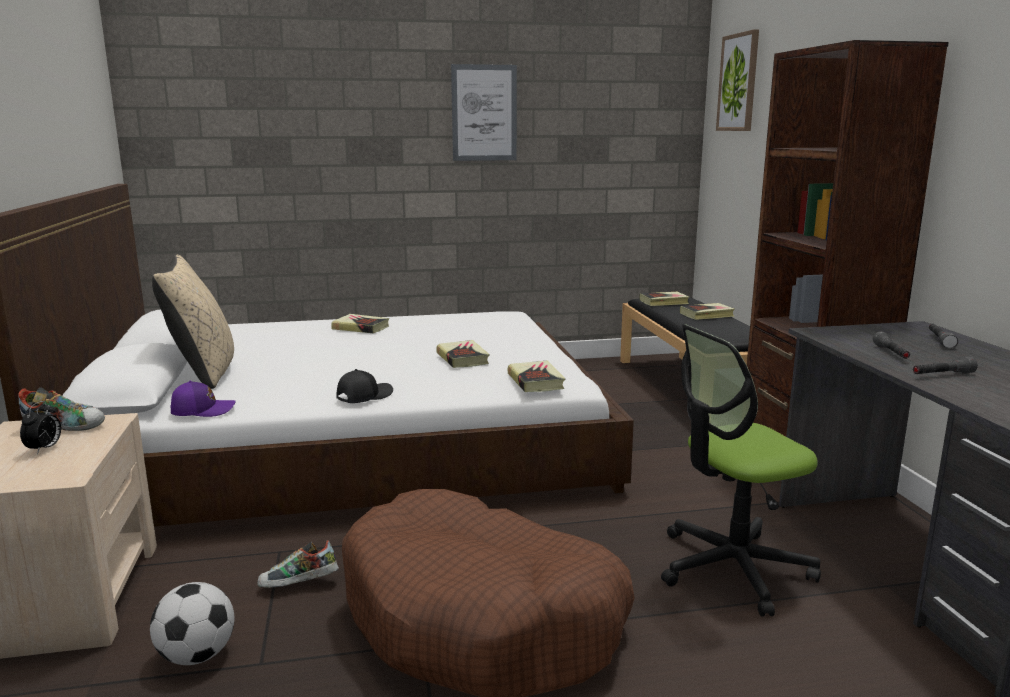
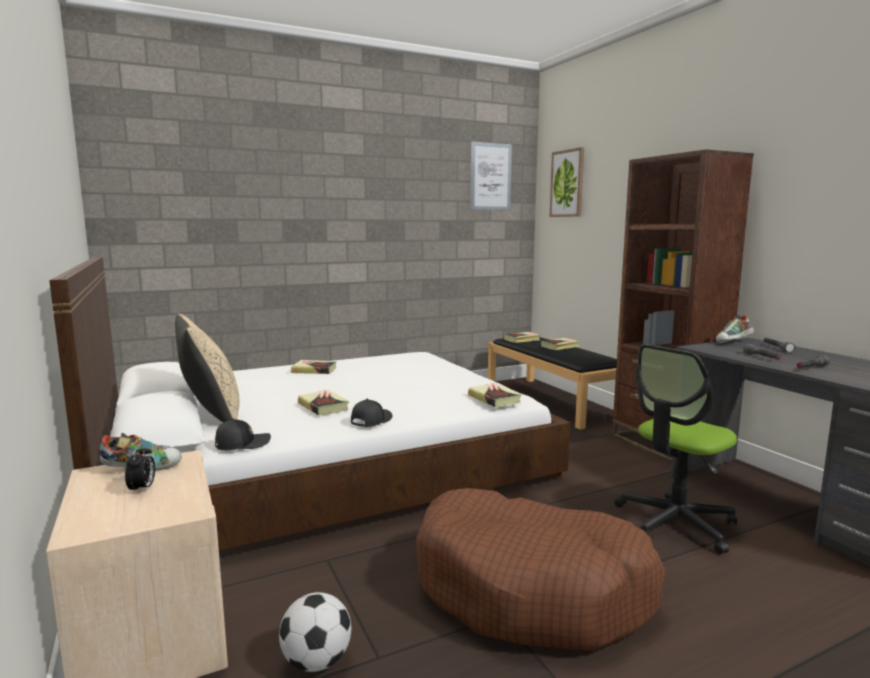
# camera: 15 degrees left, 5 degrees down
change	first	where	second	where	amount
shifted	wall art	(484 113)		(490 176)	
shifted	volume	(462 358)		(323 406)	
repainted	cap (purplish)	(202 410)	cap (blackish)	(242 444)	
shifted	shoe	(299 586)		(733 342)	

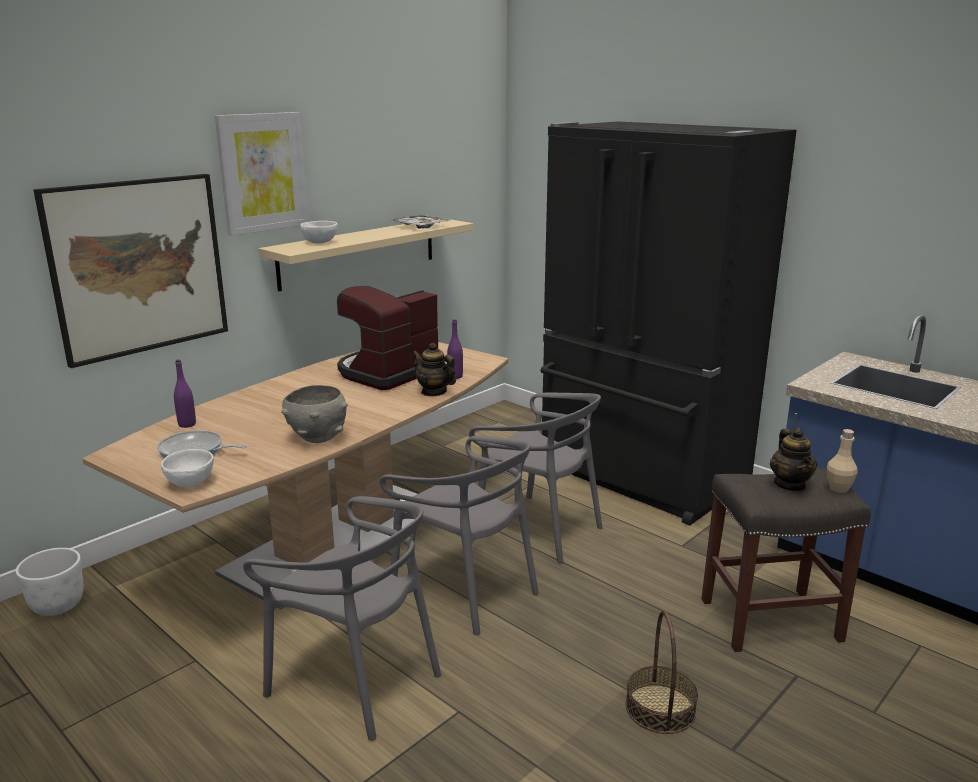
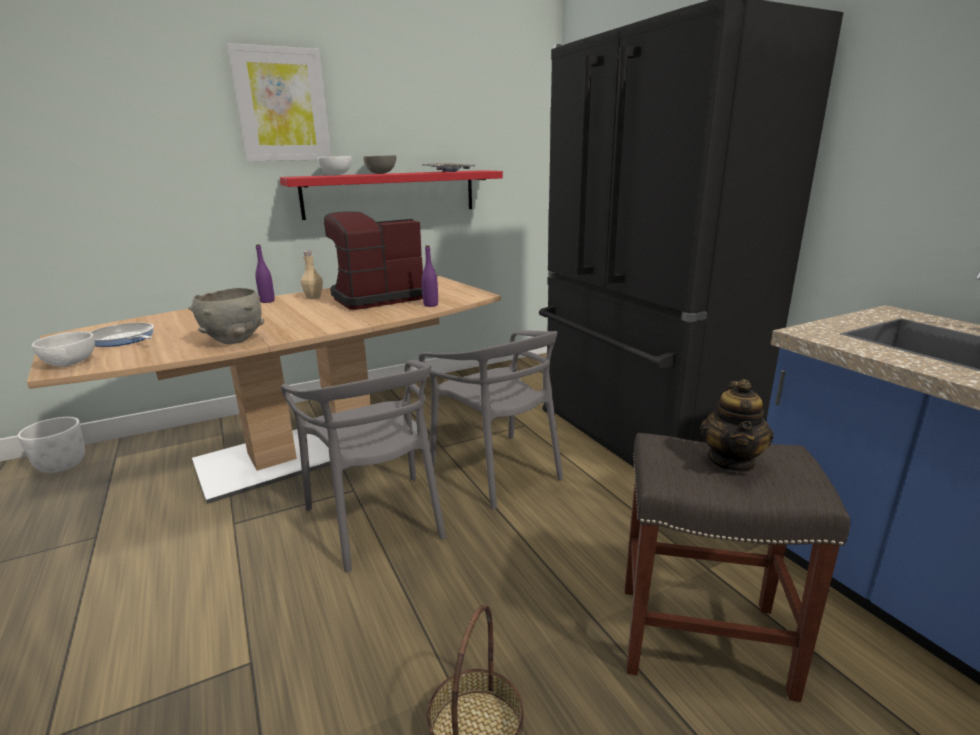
# camera: 20 degrees right, 0 degrees up
change	first	where	second	where	amount
gone	wall art	(138 266)			
repainted	shelf (beige)	(359 252)	shelf (red-coloured)	(390 194)	
gone	teapot	(434 392)			
shifted	drink bottle (purplish)	(187 424)		(267 301)	
shifted	drink bottle (beige)	(838 488)		(313 297)	
gone	upright chair (greyish)	(355 680)			
new			serving bowl (greyish)	(381 173)	

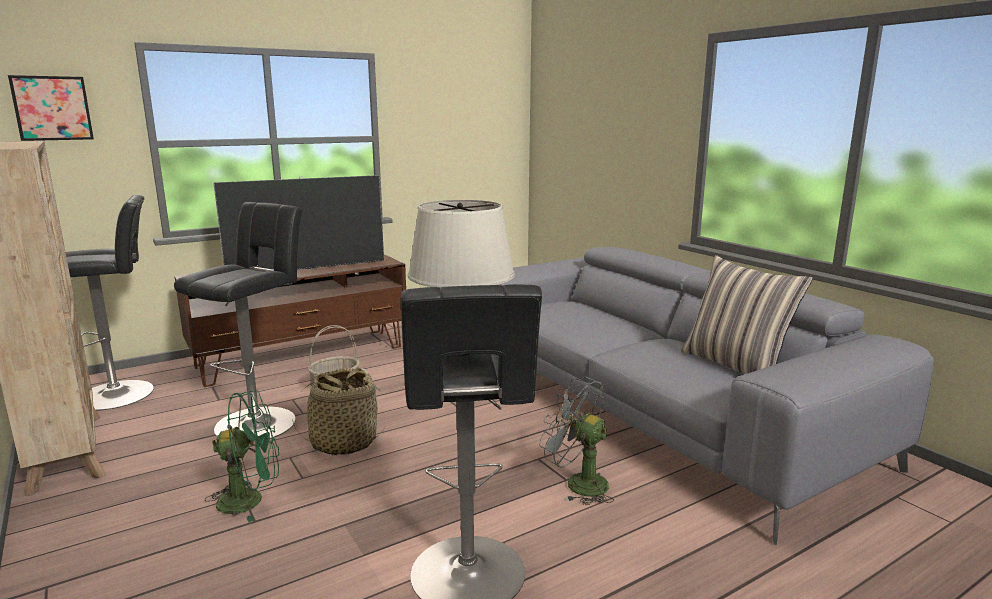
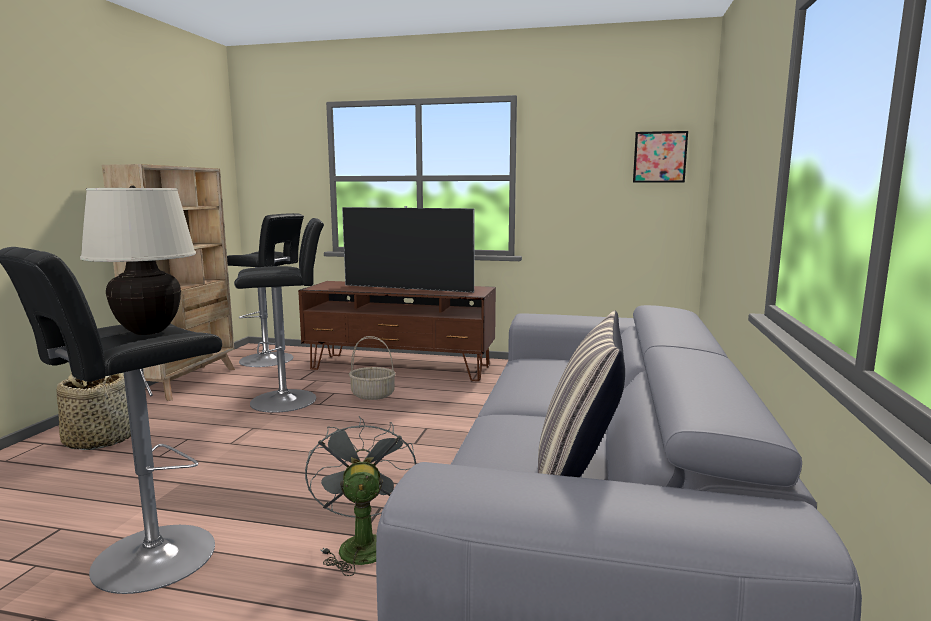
# camera: 45 degrees right, 5 degrees down
change	first	where	second	where	amount
shifted	wall art	(52 108)		(659 157)	
shifted	storage basket	(343 442)		(99 440)	
gone	electric fan (green)	(251 499)			

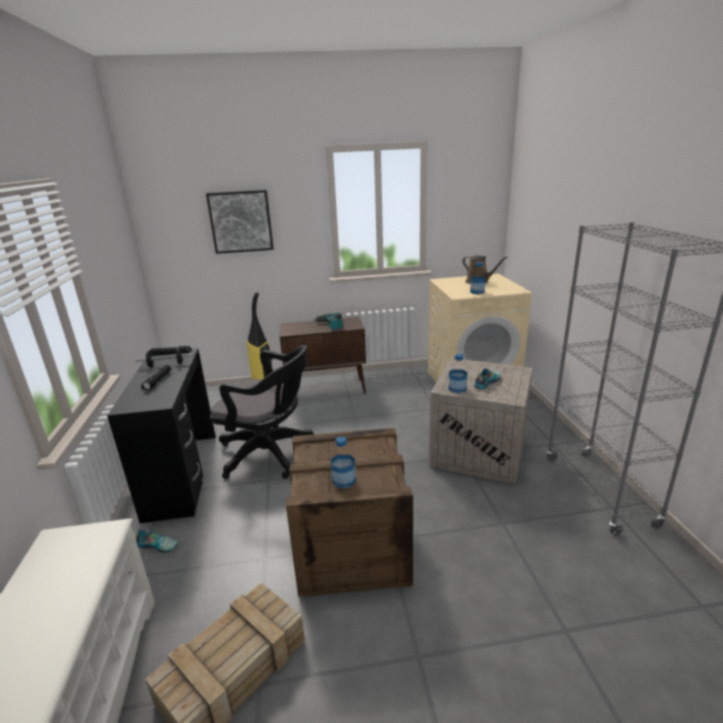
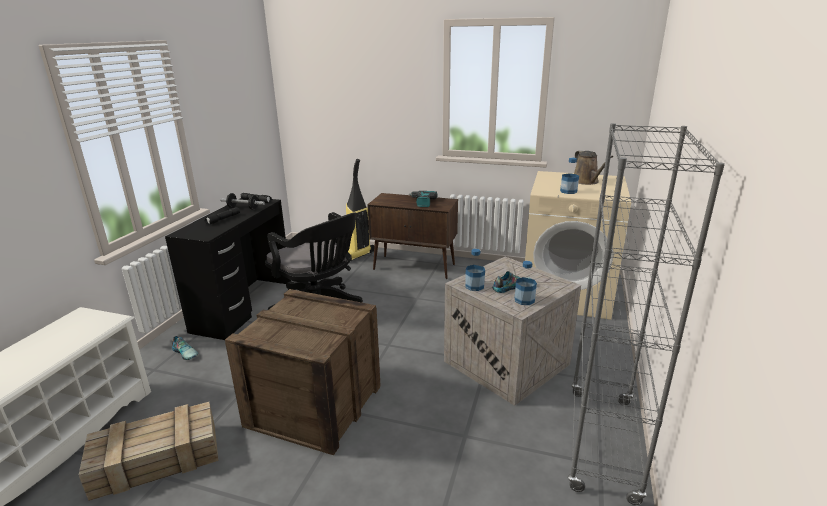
# camera: 25 degrees right, 0 degrees up
change	first	where	second	where	amount
gone	wall art	(241 221)			
shifted	drink bottle	(344 480)		(524 300)	

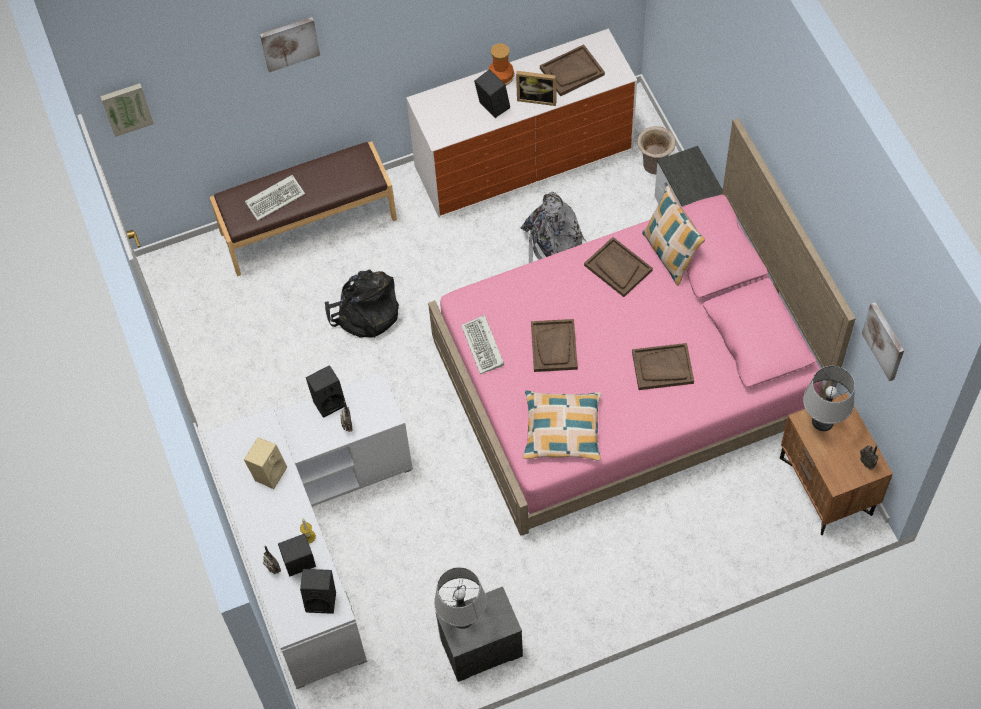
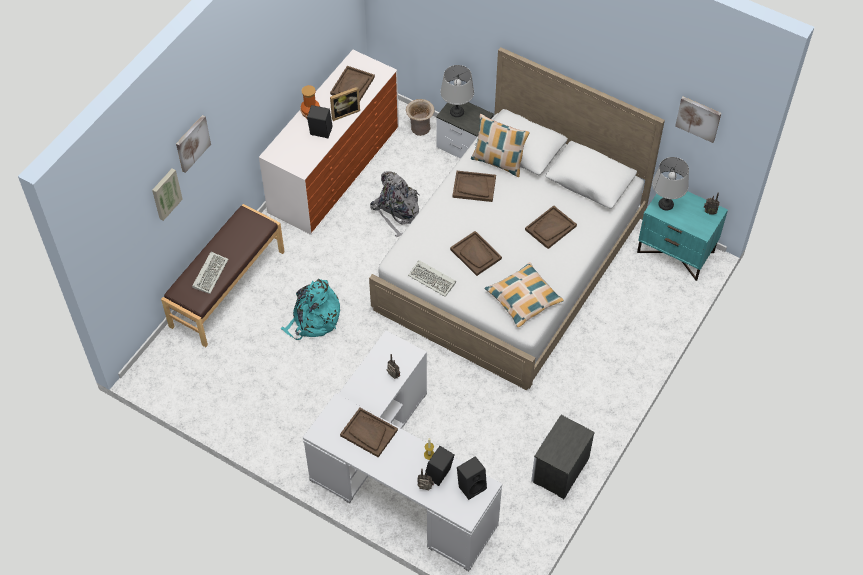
# camera: 40 degrees left, 5 degrees down
change	first	where	second	where	amount
shifted	wall art	(126 108)		(165 193)	
repainted	bed (pink-coloured)	(626 380)	bed (whitish)	(511 262)	
repainted	rucksack (blackish)	(365 313)	rucksack (blue-green)	(313 319)	
gone	audio speaker (blackish)	(329 401)			
repainted	night table (brown)	(827 486)	night table (blue-green)	(676 252)	
swapped	audio speaker (beige)	(268 472)	carrying tray (brown)	(368 433)	
shifted	table lamp (greyish)	(462 618)		(457 112)	

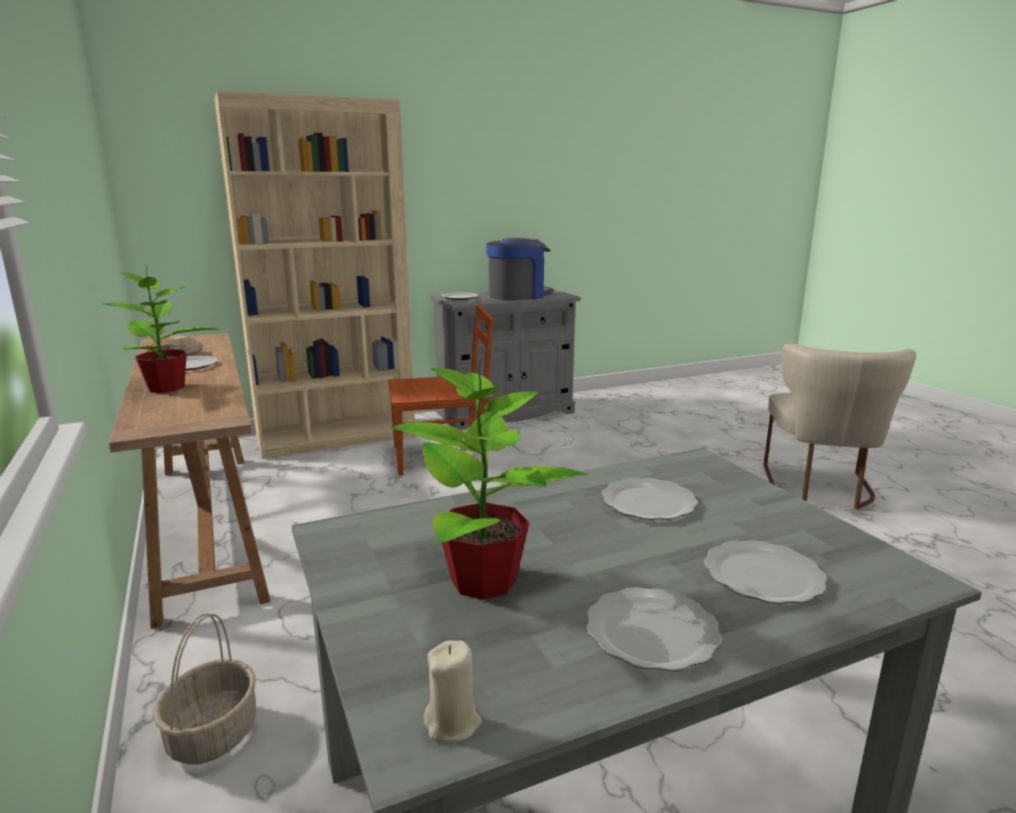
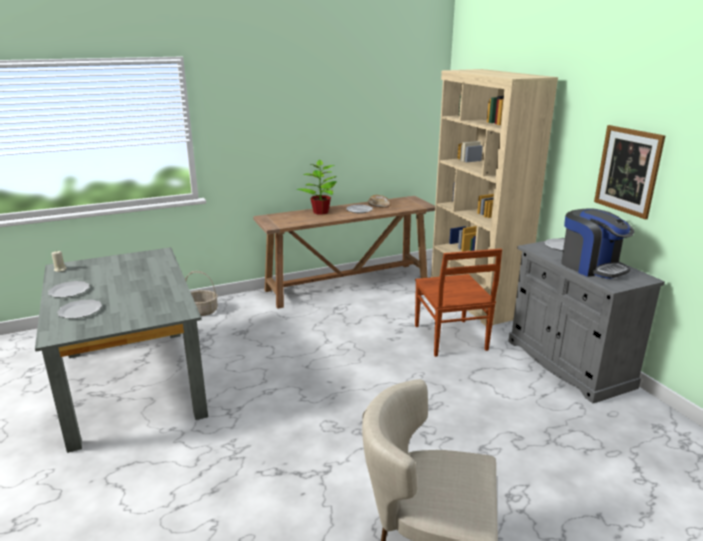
# camera: 90 degrees right, 5 degrees up
change	first	where	second	where	amount
gone	potted plant	(485 582)			
gone	dinner plate	(650 502)			
new			wall art	(628 171)	

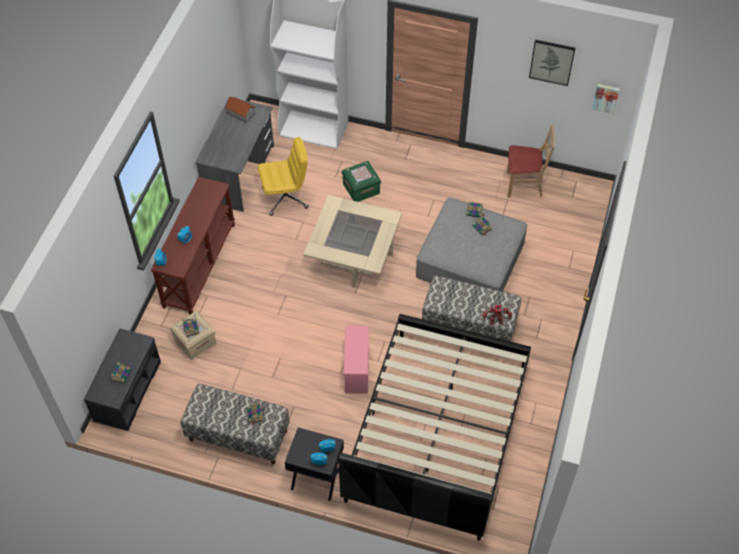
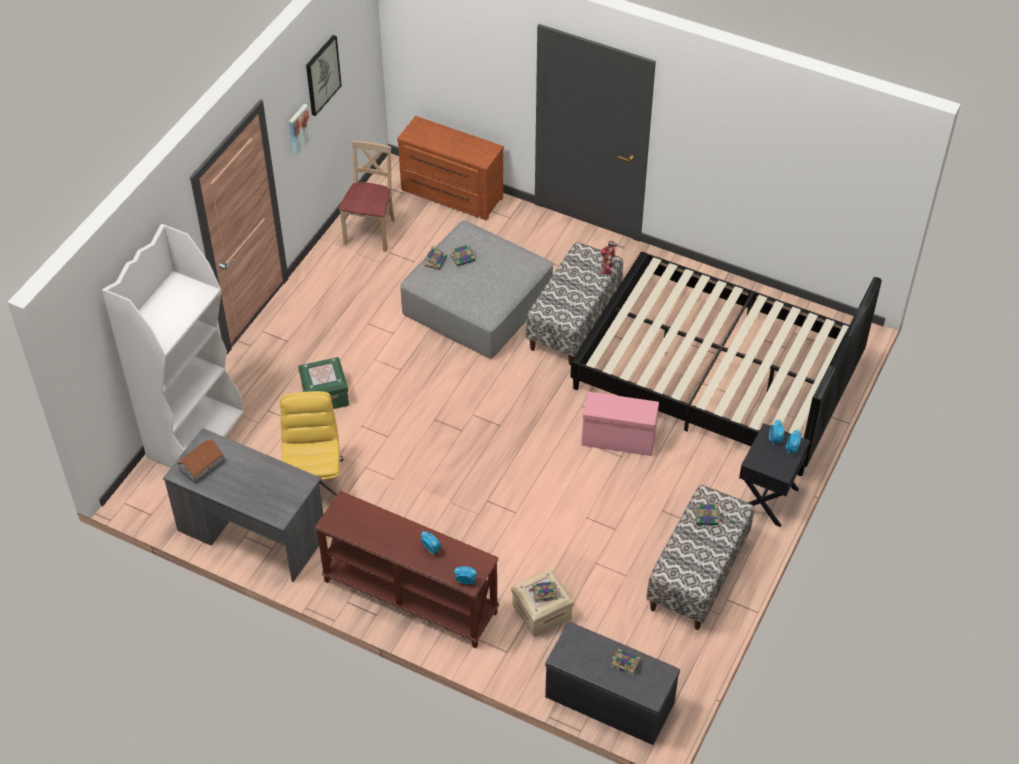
# camera: 80 degrees left, 5 degrees down
change	first	where	second	where	amount
shifted	wall art	(606 98)		(298 129)	
gone	low table (beige)	(353 256)			
new			drawer chest (brown)	(451 195)	

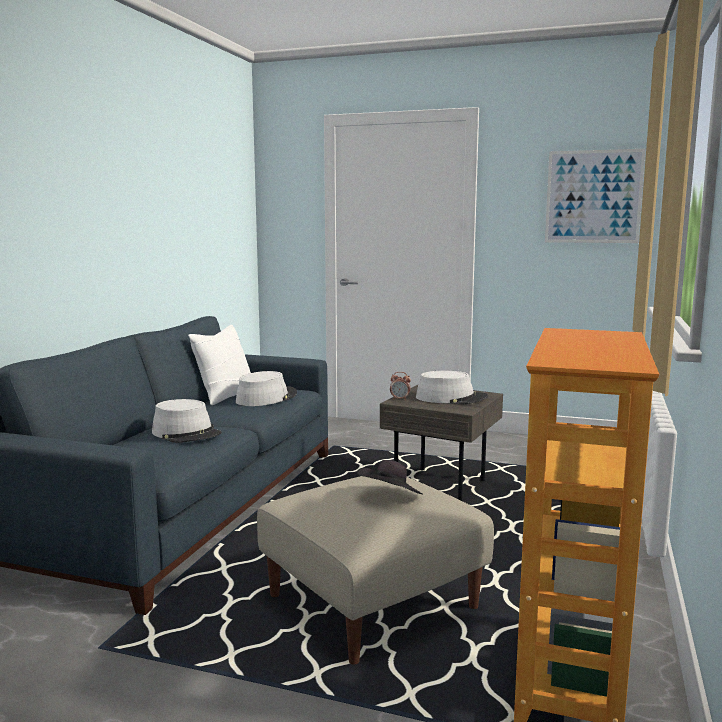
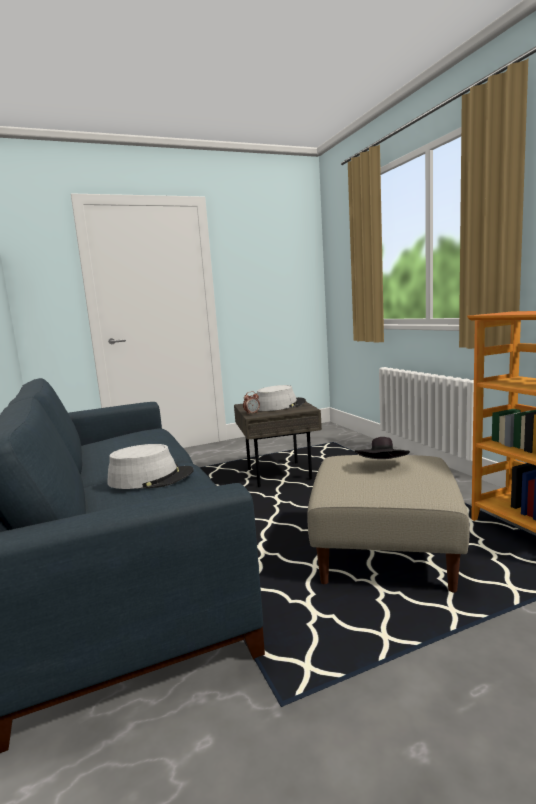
# camera: 40 degrees left, 0 degrees up
change	first	where	second	where	amount
gone	wall art	(593 197)			
gone	cushion (whitish)	(225 396)			
gone	wearable hat (greyish)	(266 398)			

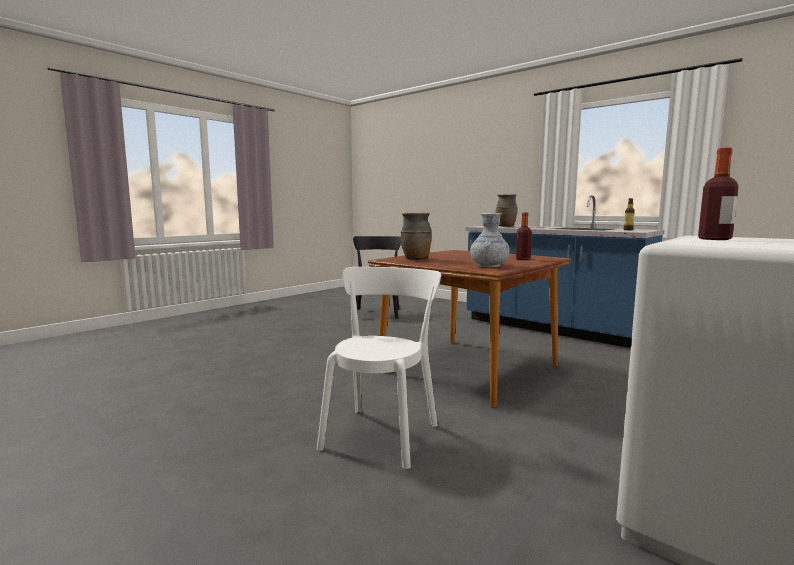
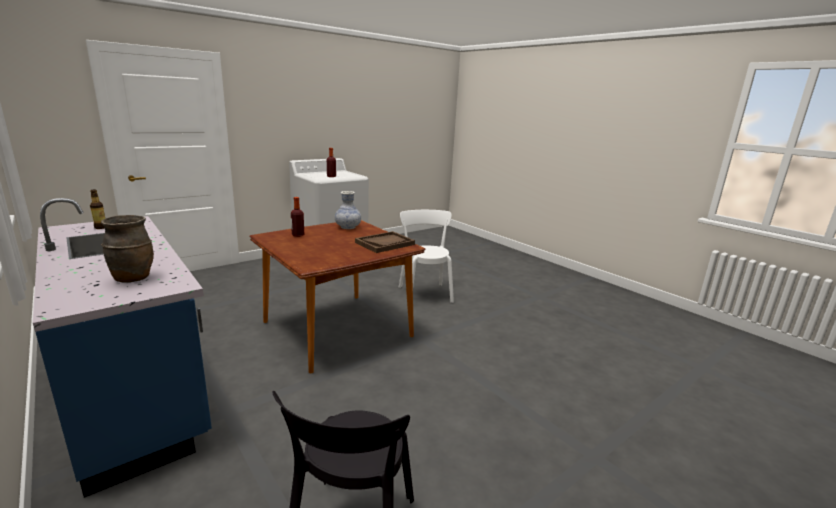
# camera: 170 degrees left, 10 degrees up
change	first	where	second	where	amount
swapped	decorative vase (brown)	(416 259)	carrying tray (brown)	(385 243)	
rotated	upright chair (whitish)	(382 433)		(424 293)	135 degrees clockwise

